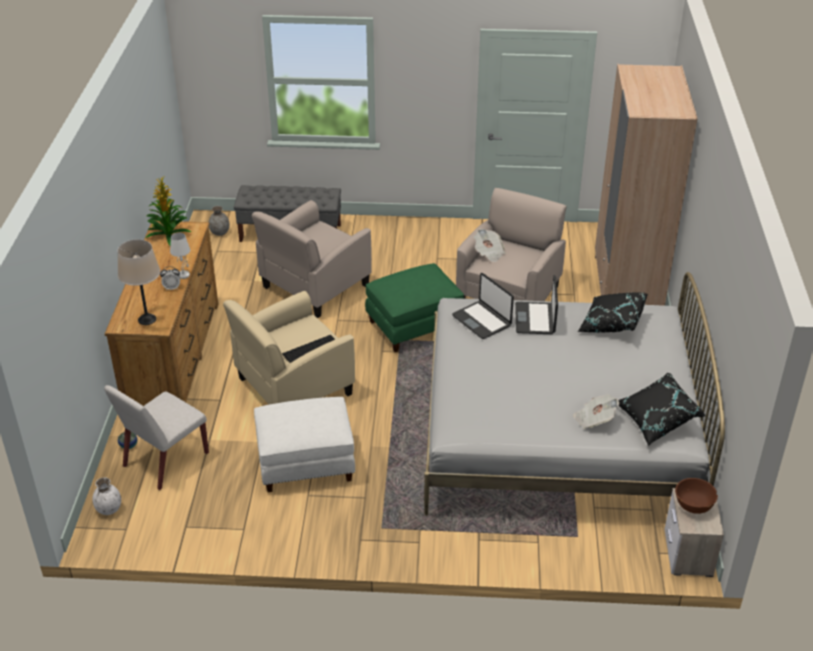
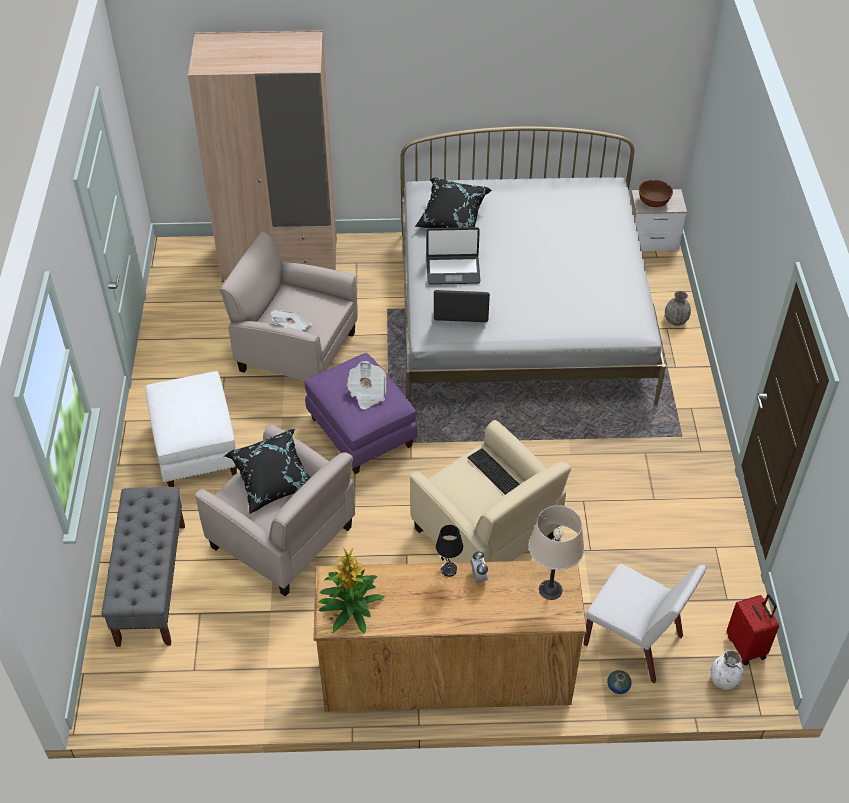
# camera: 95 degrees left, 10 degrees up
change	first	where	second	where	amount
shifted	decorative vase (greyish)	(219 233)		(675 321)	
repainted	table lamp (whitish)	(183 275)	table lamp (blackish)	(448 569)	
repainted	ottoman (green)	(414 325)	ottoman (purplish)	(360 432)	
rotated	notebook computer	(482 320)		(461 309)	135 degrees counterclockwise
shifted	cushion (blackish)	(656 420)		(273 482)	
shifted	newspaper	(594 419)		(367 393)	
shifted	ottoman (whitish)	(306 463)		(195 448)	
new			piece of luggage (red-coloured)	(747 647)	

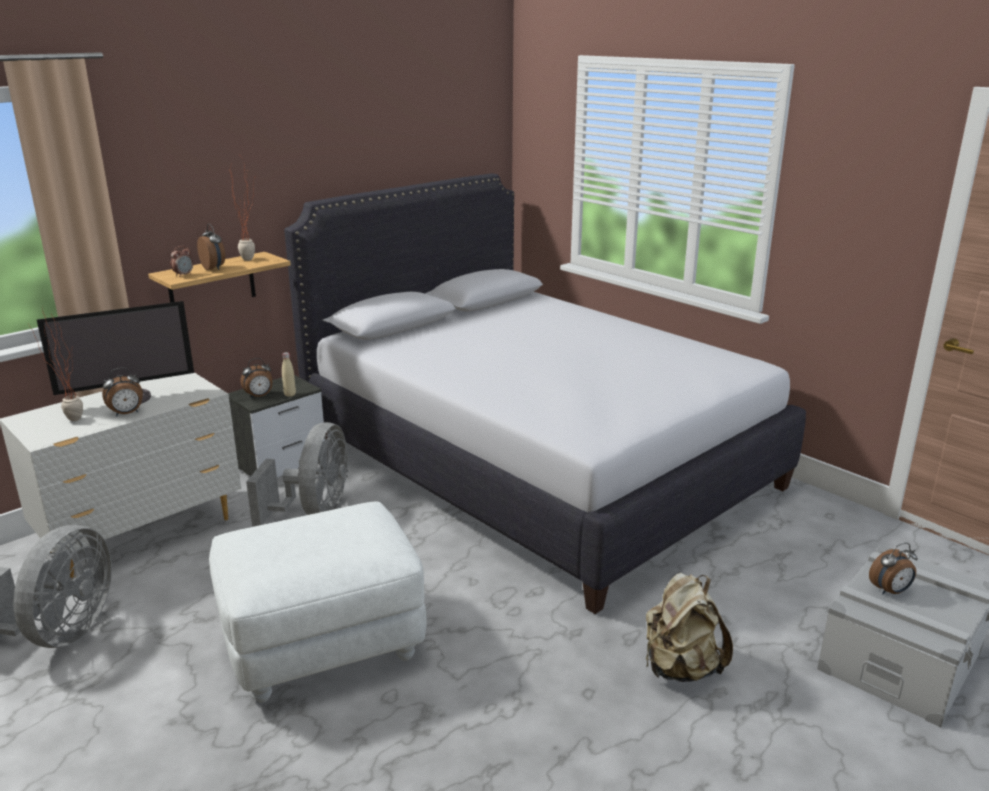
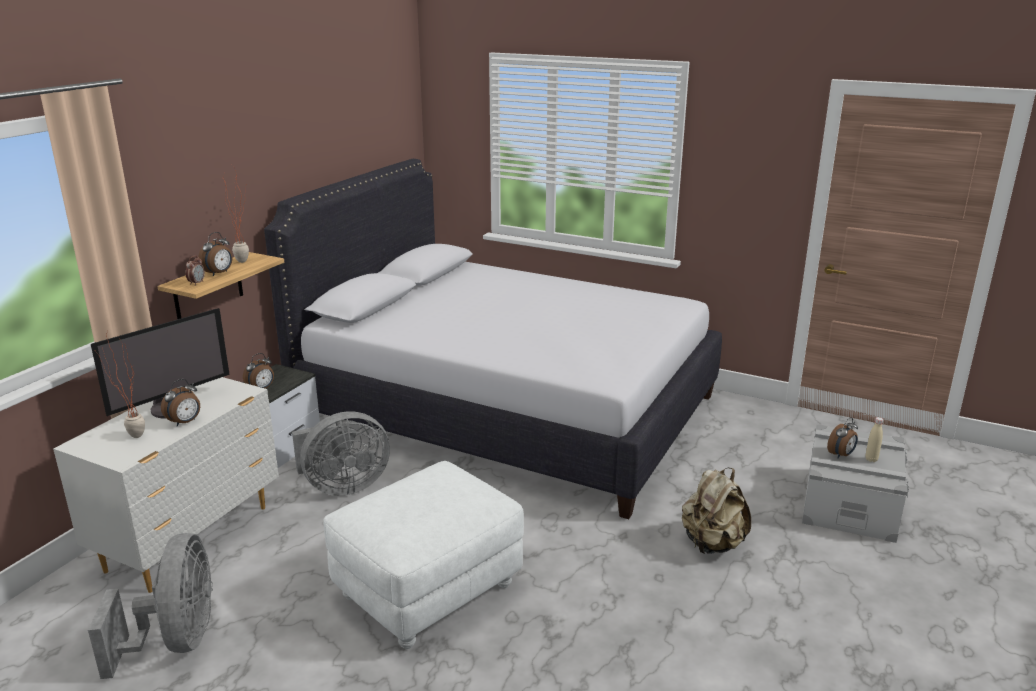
# camera: 20 degrees left, 0 degrees up
change	first	where	second	where	amount
rotated	alarm clock	(214 268)		(219 273)	90 degrees clockwise
shifted	drink bottle (beige)	(290 394)		(871 459)	
rotated	electric fan (greyish)	(314 512)		(343 486)	75 degrees clockwise

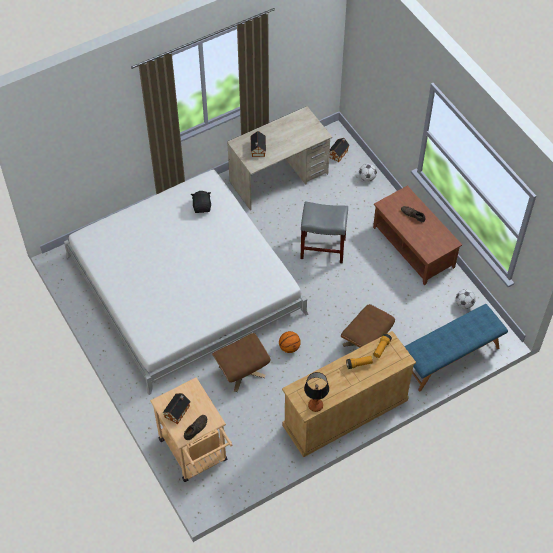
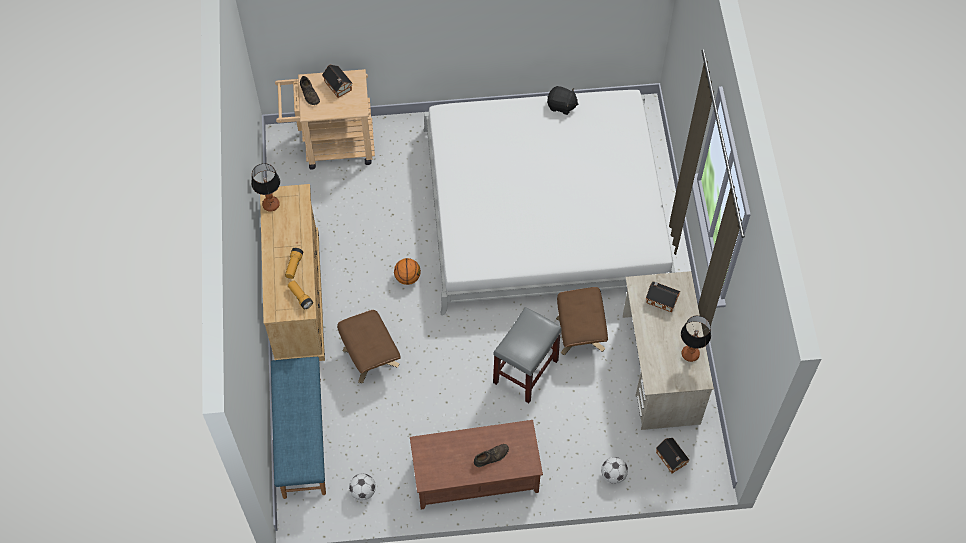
# camera: 115 degrees right, 5 degrees up
change	first	where	second	where	amount
shifted	cuddly toy (blackish)	(202 207)		(561 106)	
shifted	ottoman (brown)	(241 371)		(580 333)	
new			table lamp	(690 354)	

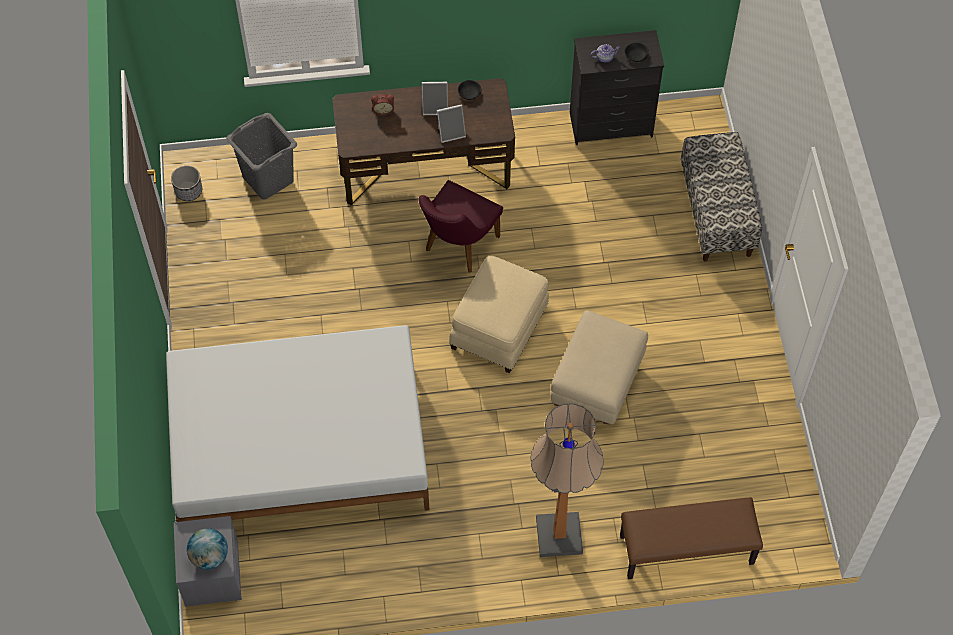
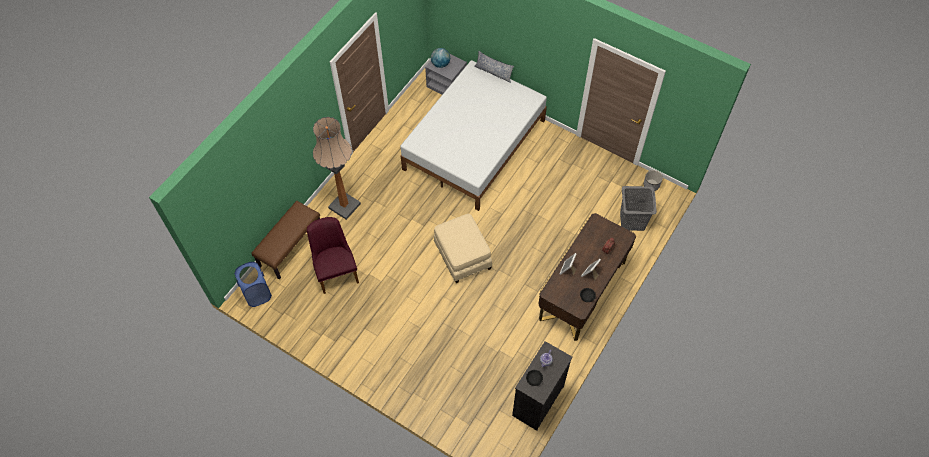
# camera: 130 degrees right, 0 degrees up
change	first	where	second	where	amount
gone	indoor bench	(717 213)			
shifted	upright chair (purplish)	(457 247)		(336 271)	
gone	ottoman (beige)	(597 385)			
new			cushion	(493 72)	
new			washing basket (blue)	(257 293)	

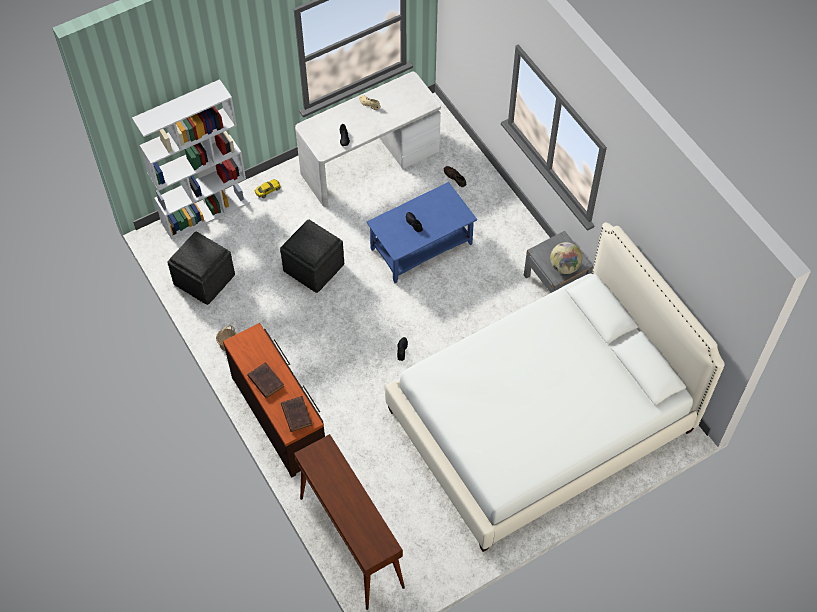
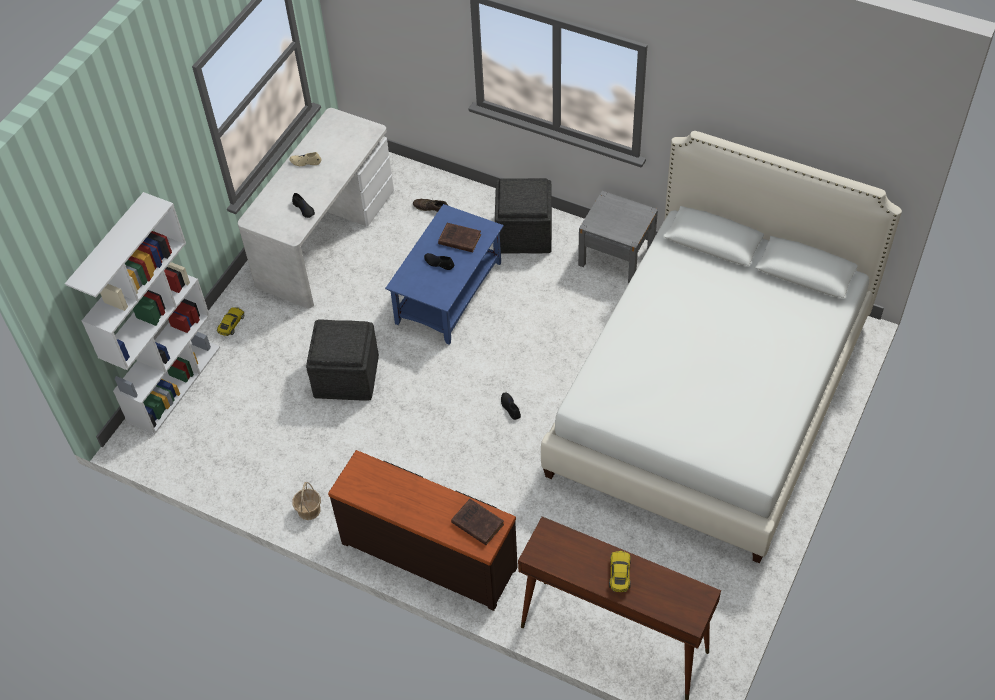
# camera: 30 degrees left, 5 degrees down
change	first	where	second	where	amount
shifted	ottoman (greyish)	(205 279)		(524 233)	
gone	desk globe	(564 266)			
shifted	volume (brown)	(265 381)		(458 239)	
new			toy car (yellowish)	(619 574)	

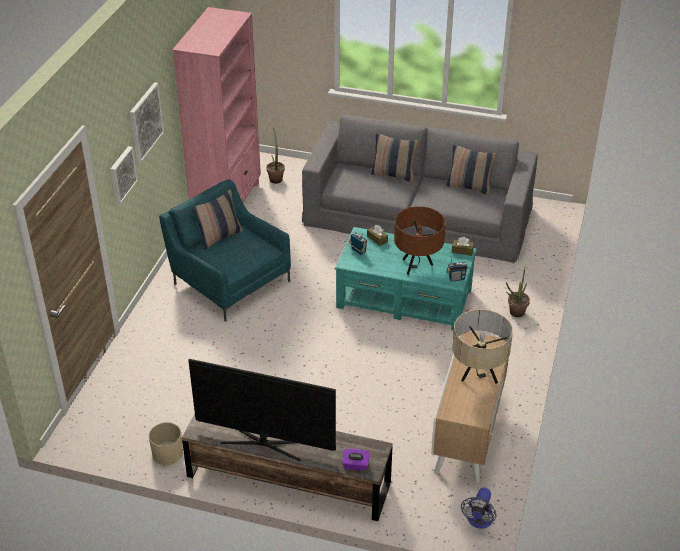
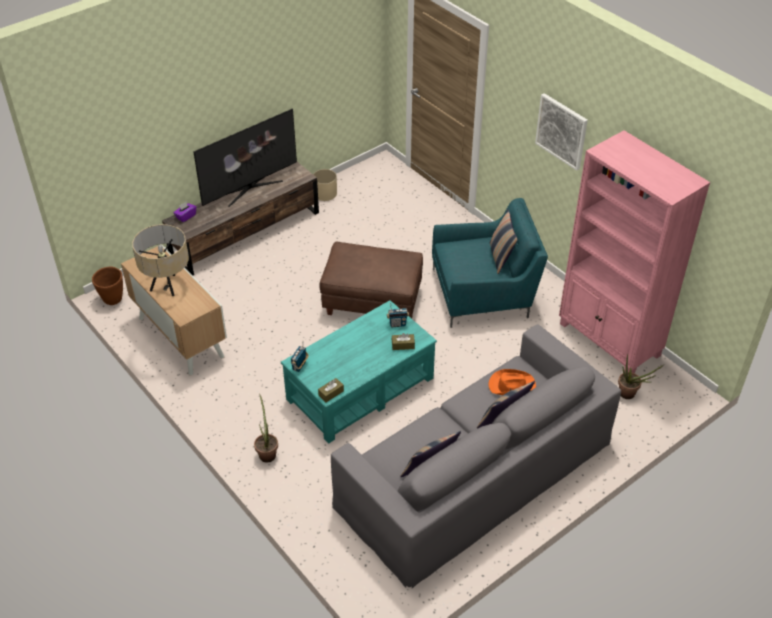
# camera: 125 degrees right, 5 degrees up
change	first	where	second	where	amount
gone	wall art	(121 174)			
gone	table lamp (brown)	(417 266)			
swapped	electric fan	(479 521)	flower pot (brown)	(112 300)	
new			ottoman (brown)	(372 302)	
new			wearable hat (orange)	(511 386)	

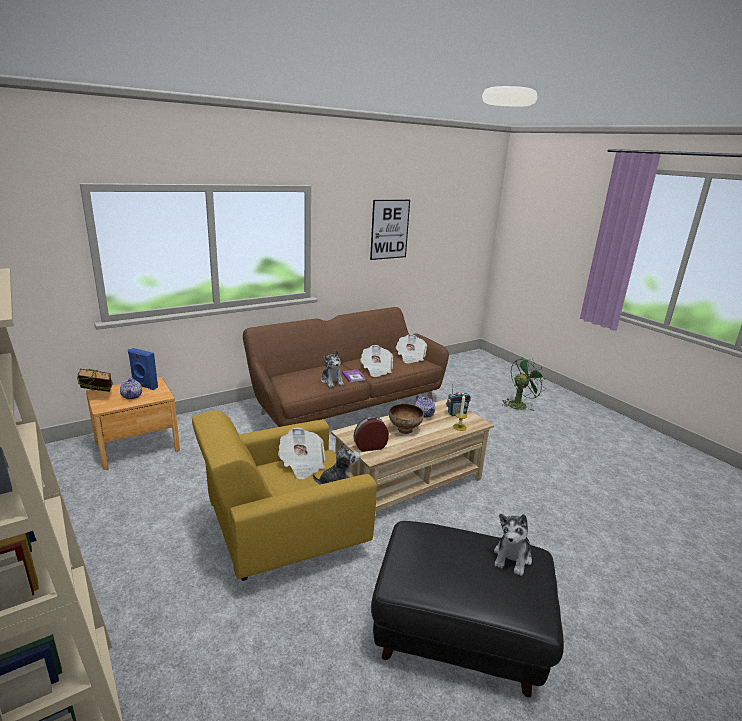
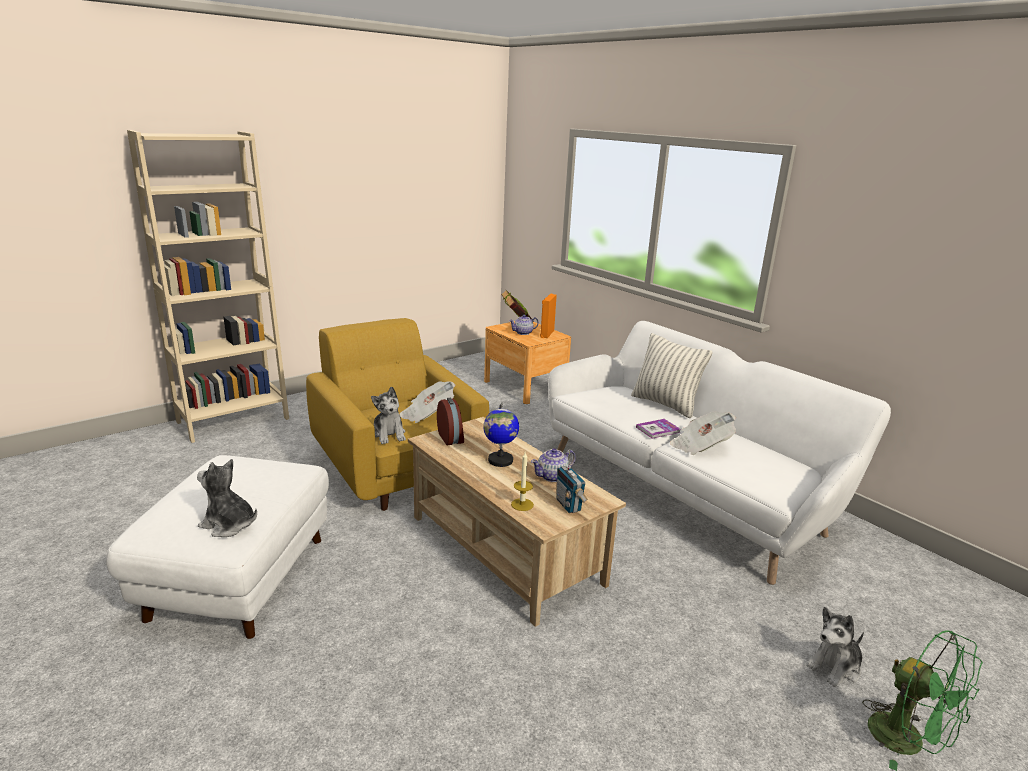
# camera: 85 degrees right, 0 degrees up
change	first	where	second	where	amount
gone	wall art	(389 229)			
repainted	couch (brown)	(345 408)	couch (whitish)	(688 491)	
gone	newspaper	(410 357)			
repainted	audio speaker (blue)	(144 386)	audio speaker (orange)	(546 334)	
shifted	cuddly toy	(332 381)		(835 667)	
swapped	serving bowl	(405 429)	desk globe	(500 460)	
repainted	ottoman (blackish)	(458 634)	ottoman (whitish)	(238 577)	
new			cushion	(665 404)	

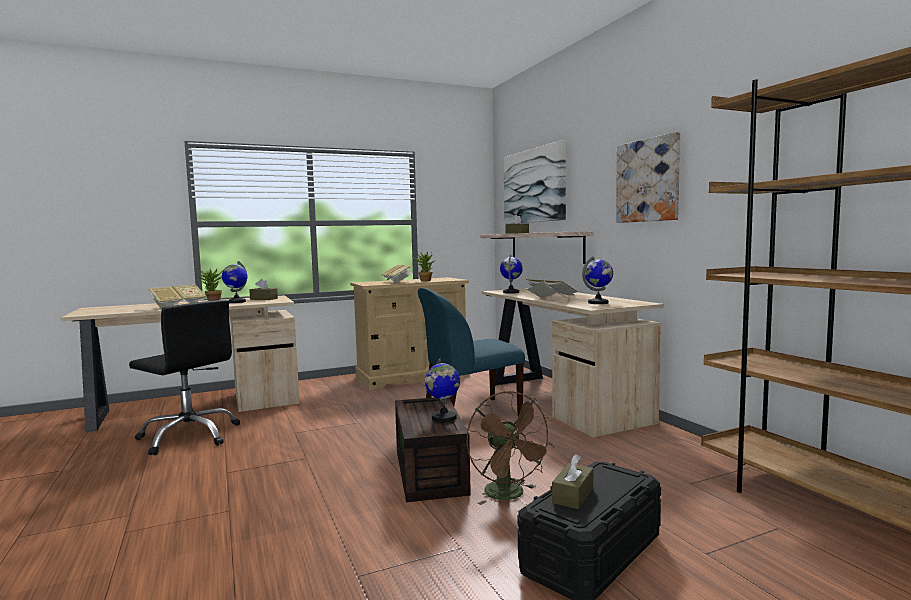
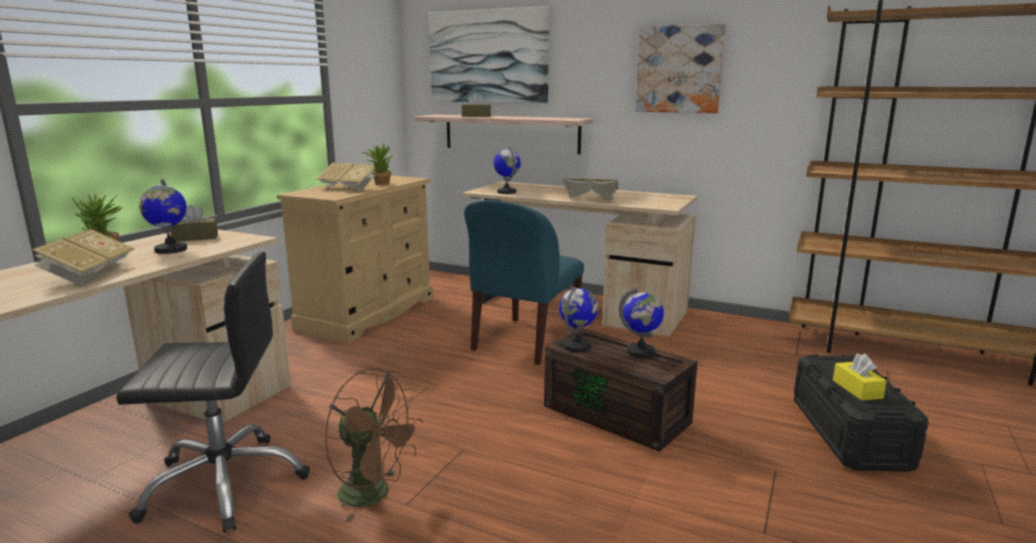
# camera: 40 degrees left, 10 degrees up
change	first	where	second	where	amount
shifted	desk globe	(598 303)		(577 347)	
shifted	electric fan (brown)	(510 495)		(374 494)	
repainted	tissue holder (brown)	(573 495)	tissue holder (yellowish)	(857 389)	

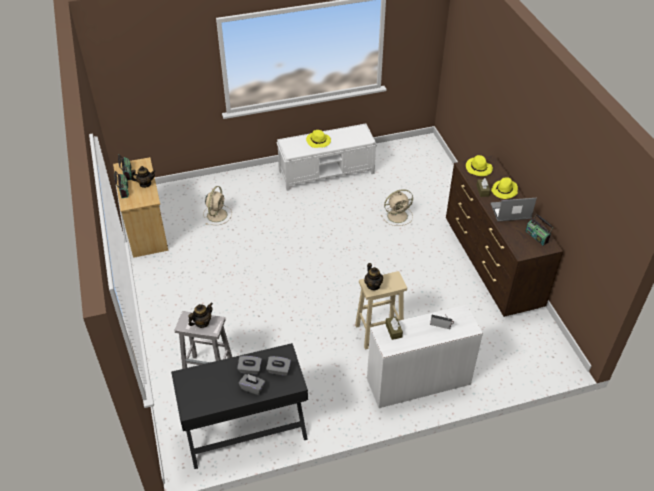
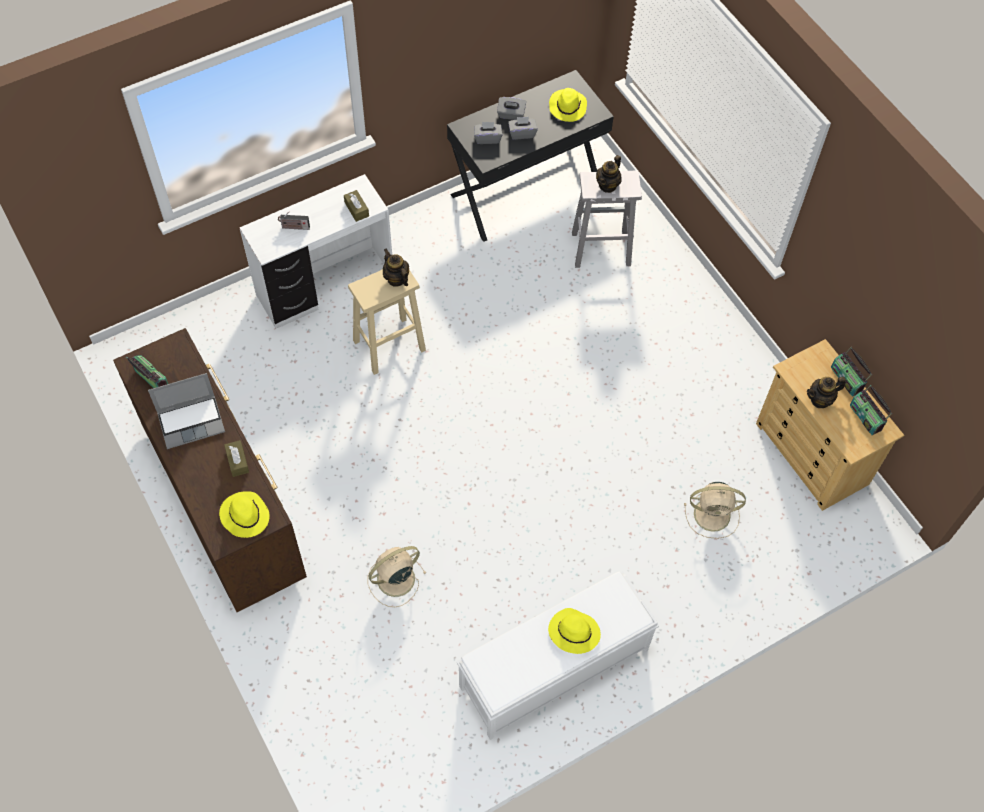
# camera: 165 degrees right, 15 degrees up
change	first	where	second	where	amount
shifted	wearable hat (yellowish)	(504 191)		(567 107)	
rotated	electric fan (beige)	(217 214)		(713 515)	90 degrees counterclockwise

